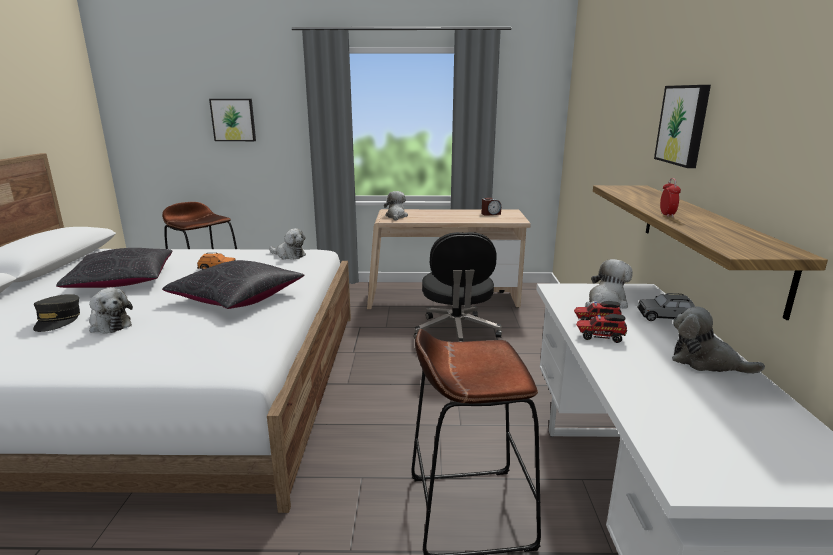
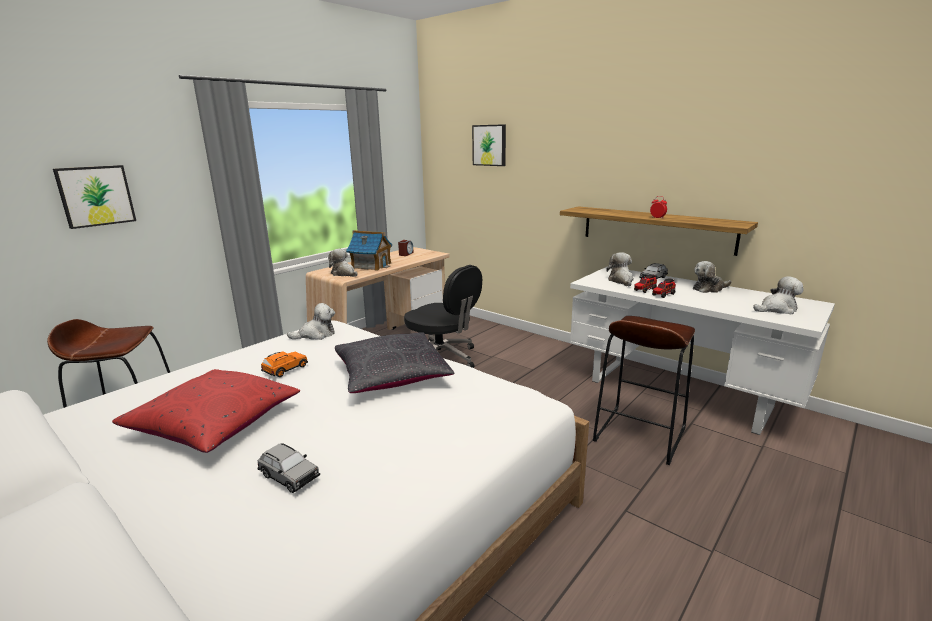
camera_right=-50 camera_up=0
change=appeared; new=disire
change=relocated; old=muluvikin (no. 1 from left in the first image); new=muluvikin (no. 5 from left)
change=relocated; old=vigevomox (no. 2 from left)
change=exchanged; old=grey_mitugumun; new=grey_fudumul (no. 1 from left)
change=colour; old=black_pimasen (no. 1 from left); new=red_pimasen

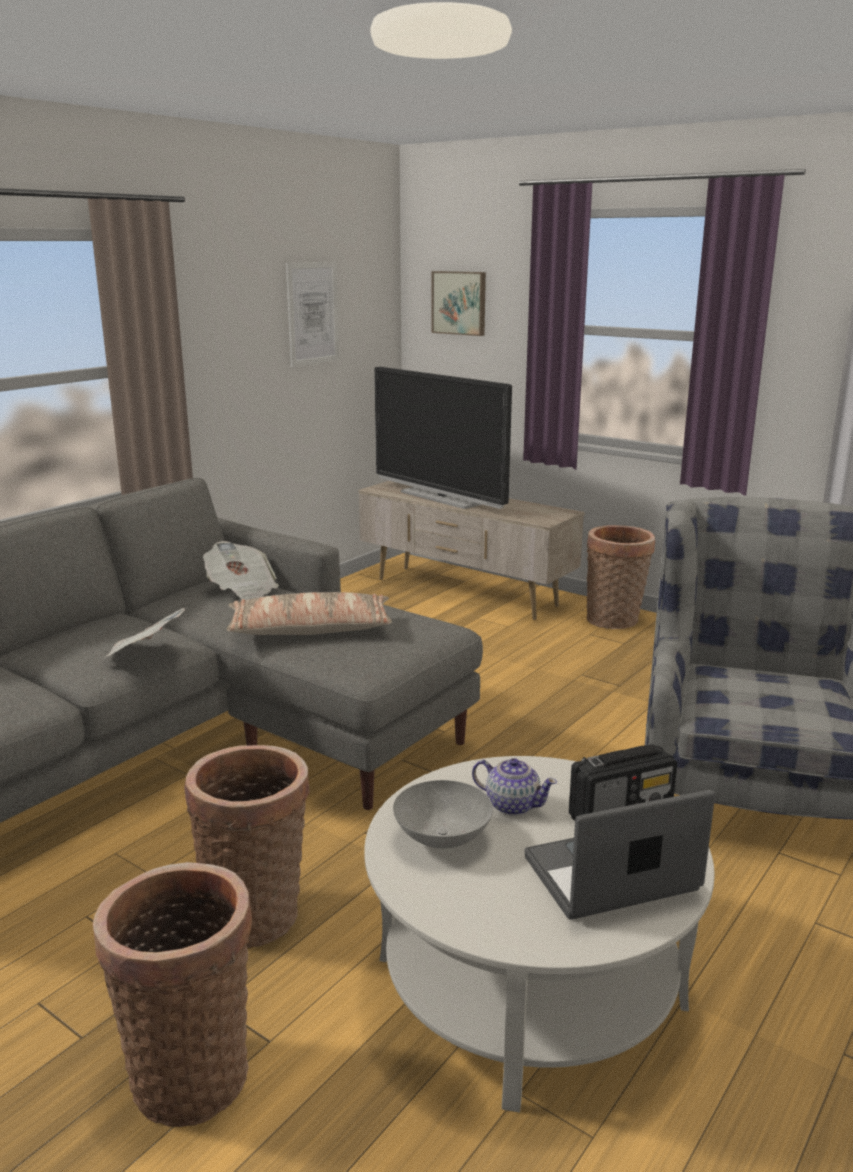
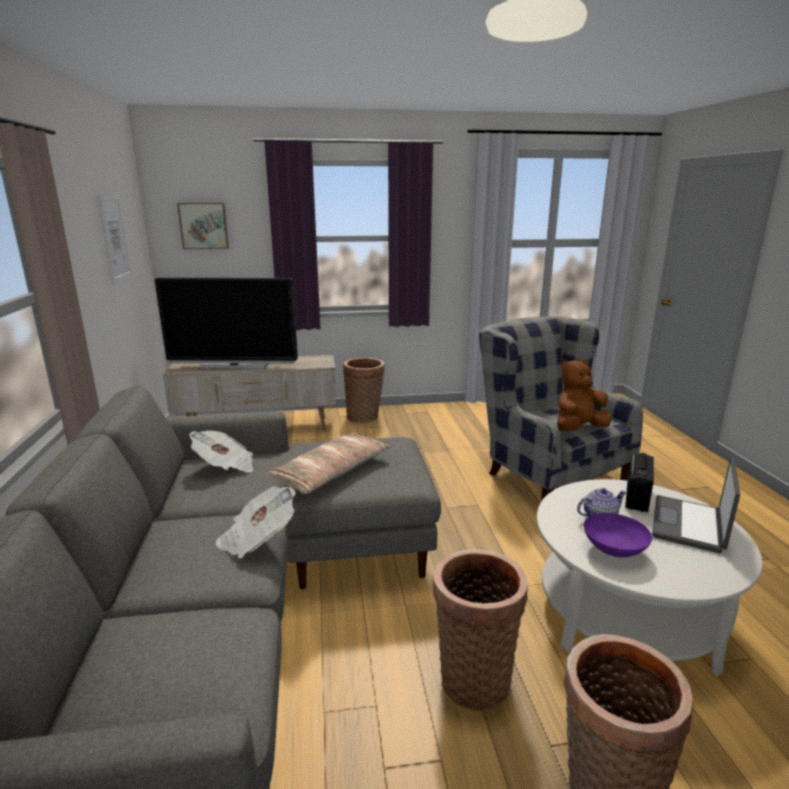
camera_right=-45 camera_up=0
change=appeared; new=brown_muluvikin
change=colour; old=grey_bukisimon; new=purple_bukisimon

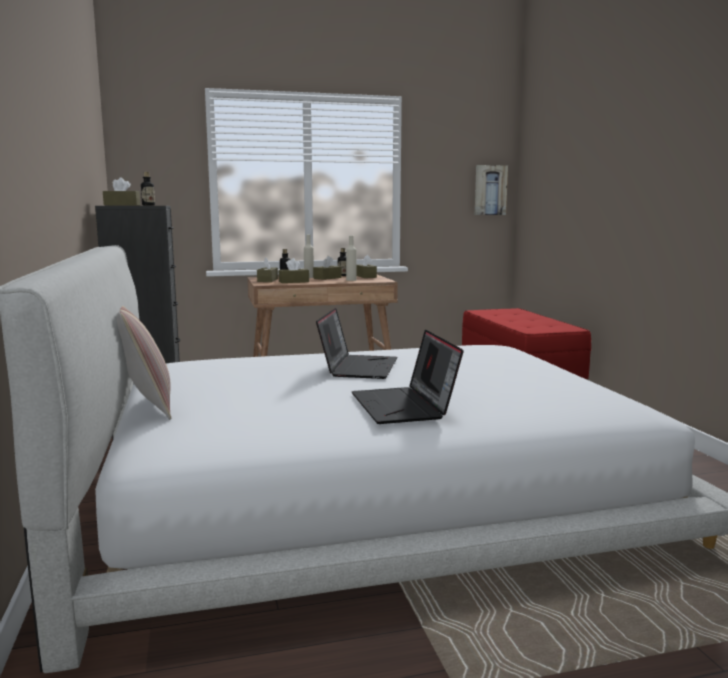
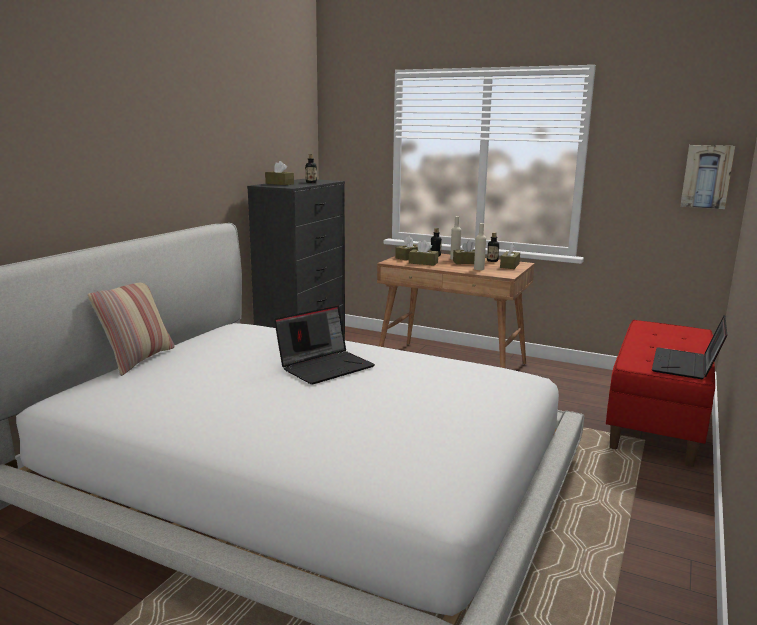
camera_right=40 camera_up=5
change=relocated; old=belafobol (no. 2 from left)

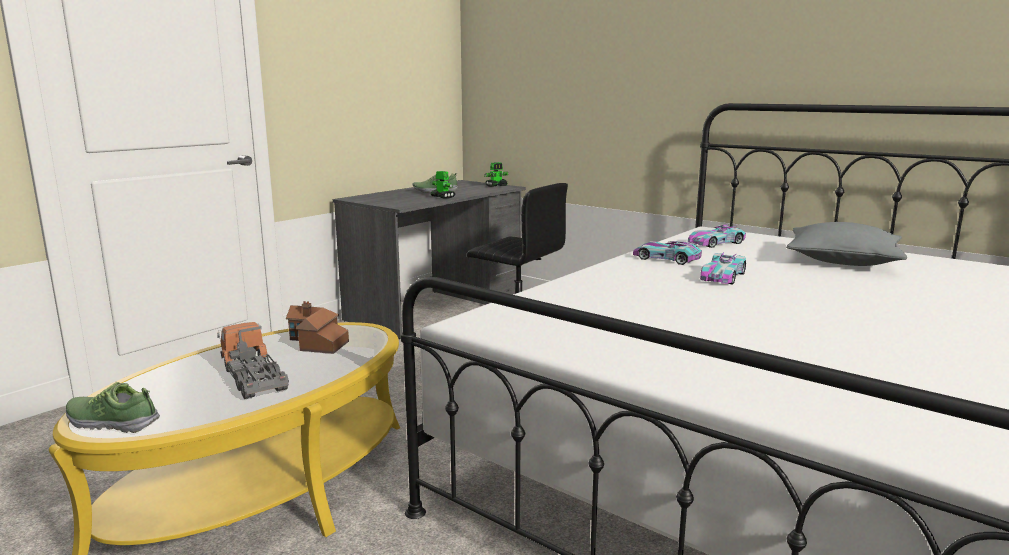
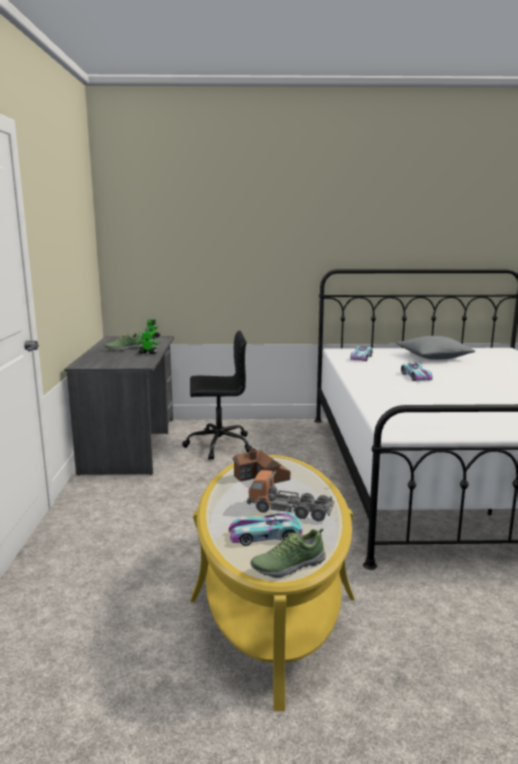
camera_right=-40 camera_up=0
change=relocated; old=fudumul (no. 1 from left)

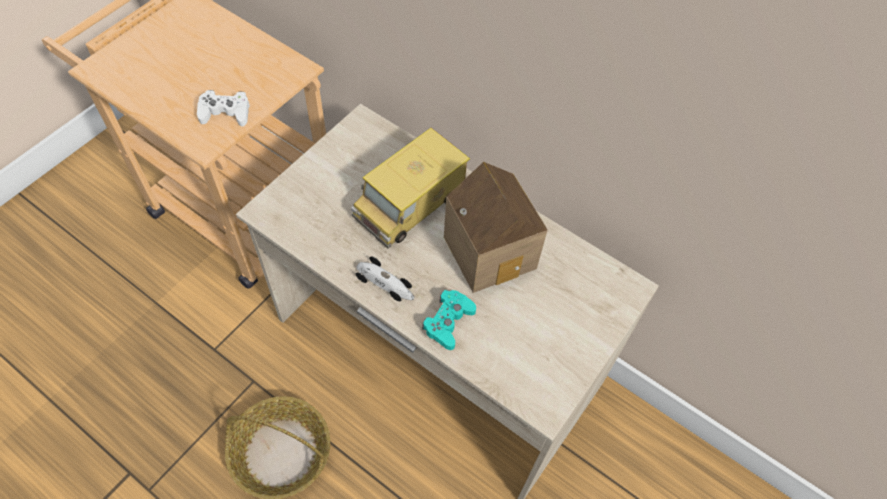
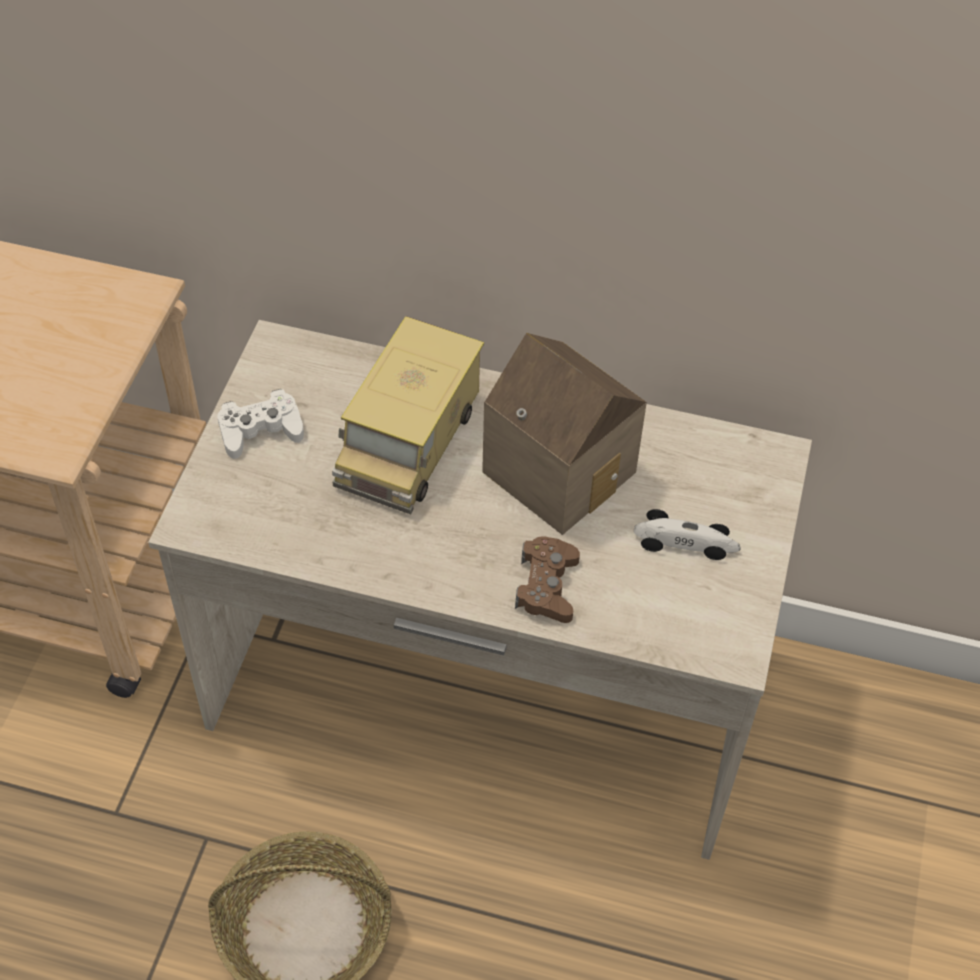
camera_right=-20 camera_up=-5
change=relocated; old=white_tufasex
change=relocated; old=fudumul
change=colour; old=turquoise_tufasex; new=brown_tufasex

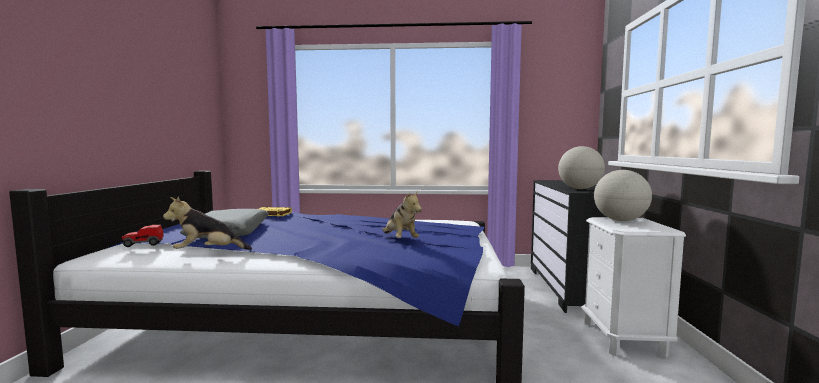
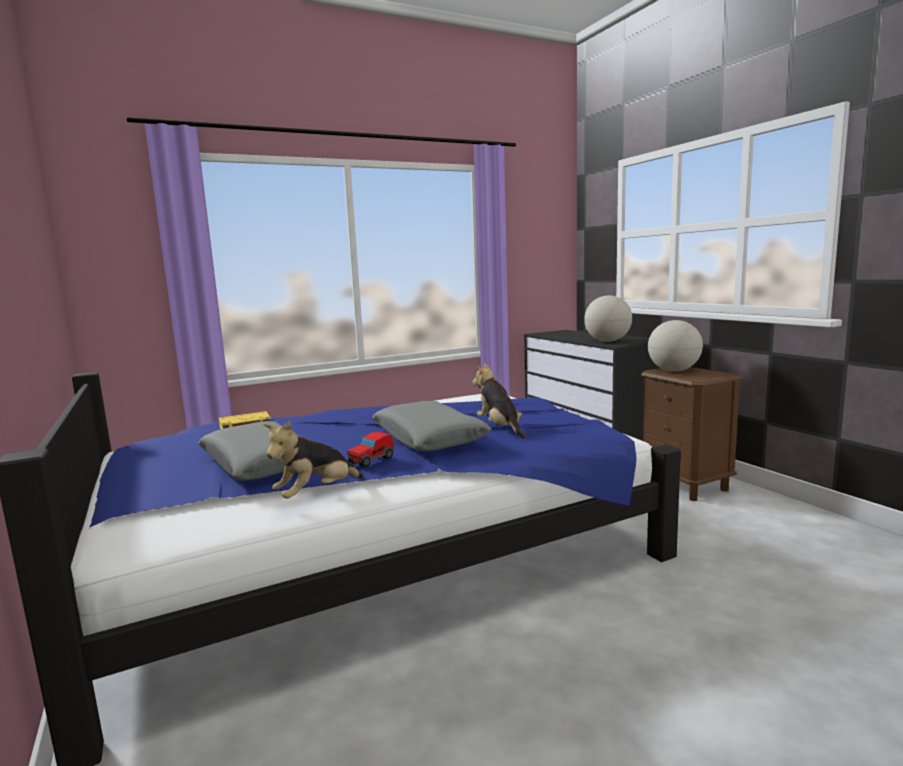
camera_right=-30 camera_up=5
change=appeared; new=grey_pimasen (no. 2 from left)
change=relocated; old=fudumul
change=colour; old=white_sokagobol; new=brown_sokagobol
change=spun; old=muluvikin (no. 2 from left); degrees=-150

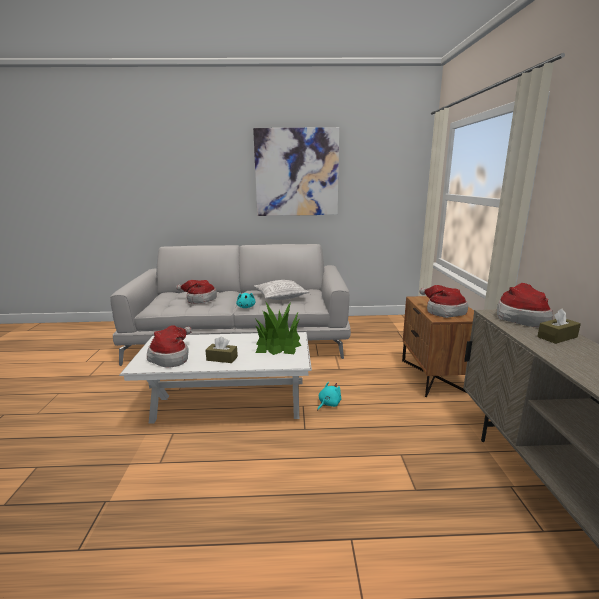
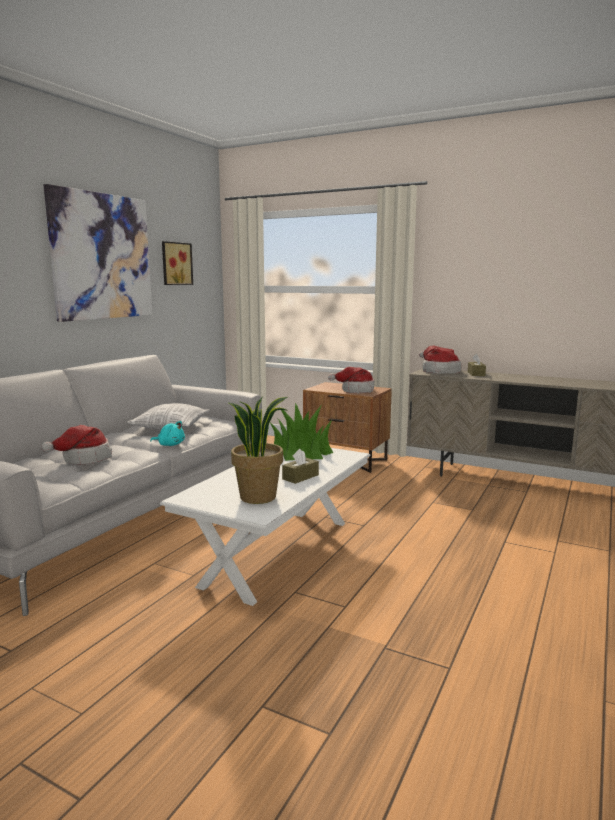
camera_right=-60 camera_up=-5
change=missing; old=turquoise_muluvikin (no. 2 from left)
change=appeared; new=vigevomox (no. 2 from left)
change=exchanged; old=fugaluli (no. 1 from left); new=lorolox (no. 1 from left)

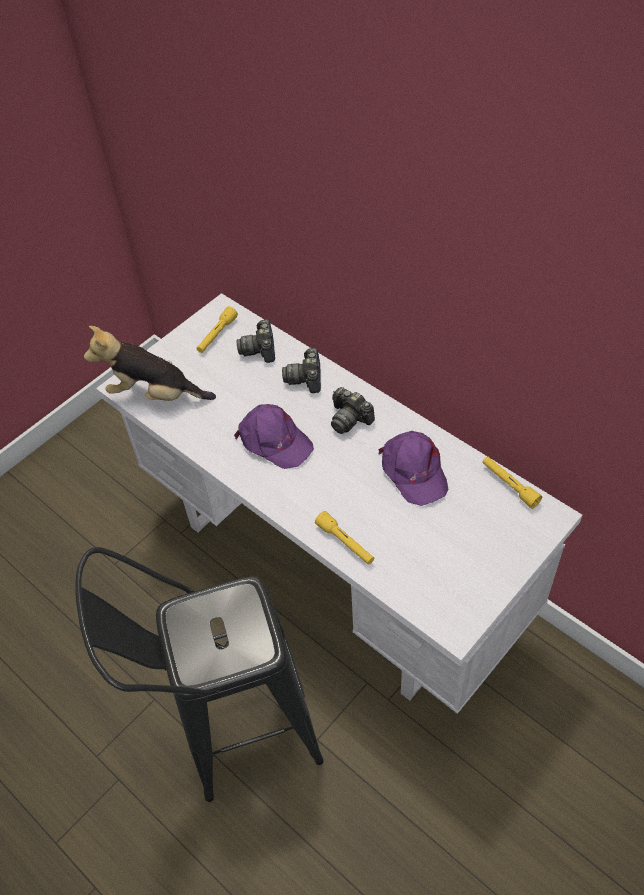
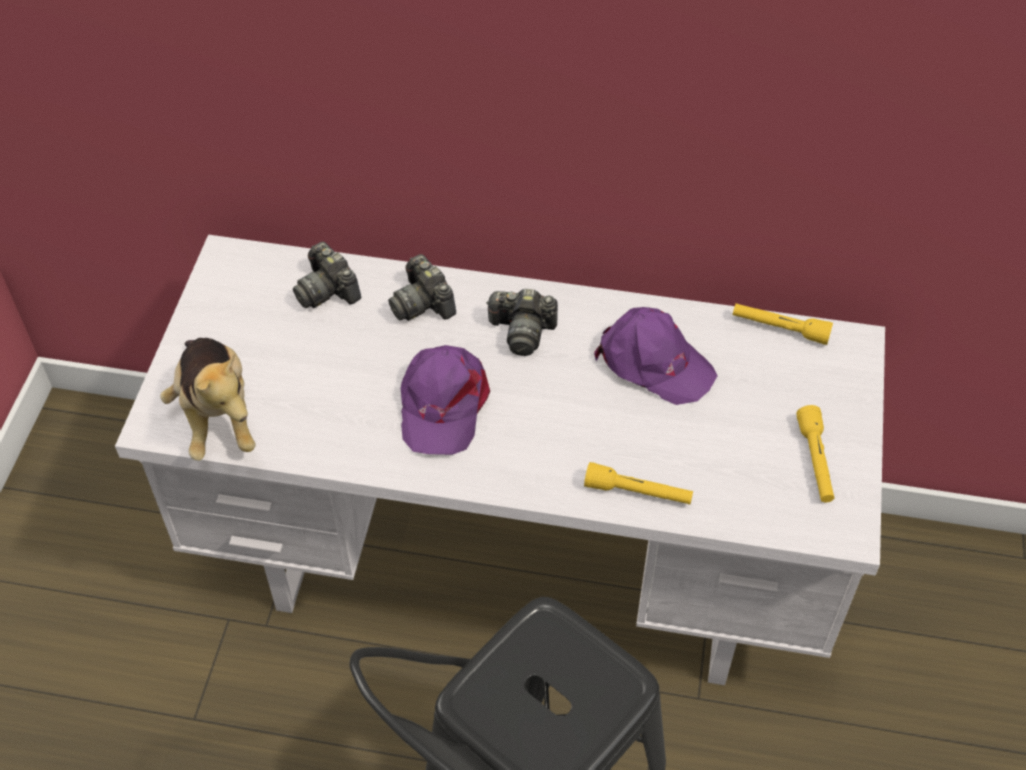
camera_right=-35 camera_up=0
change=relocated; old=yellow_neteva (no. 1 from left in the first image); new=yellow_neteva (no. 3 from left)
change=spun; old=muluvikin; degrees=-90
change=spun; old=purple_mitugumun (no. 1 from left); degrees=90

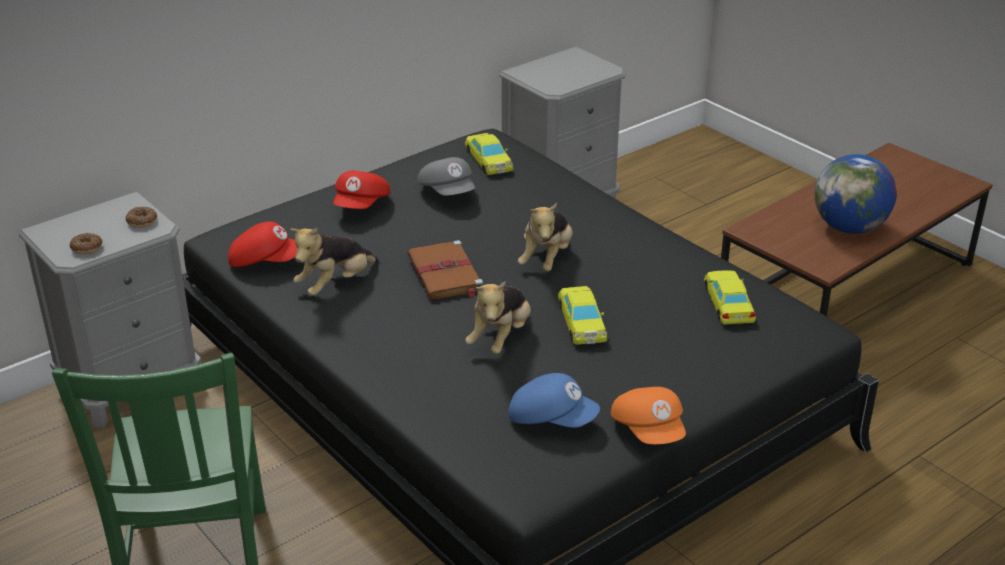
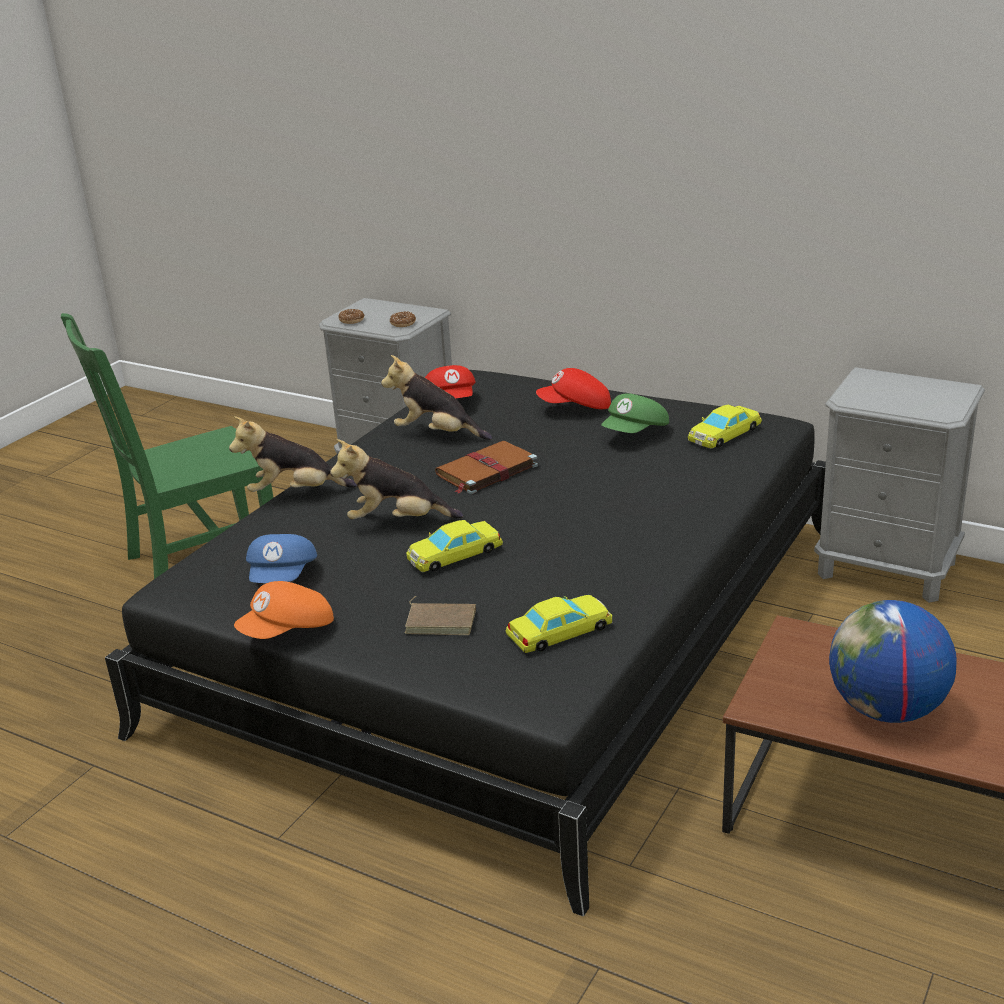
camera_right=70 camera_up=-5
change=appeared; new=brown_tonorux (no. 1 from left)
change=relocated; old=muluvikin (no. 3 from left in the first image); new=muluvikin (no. 1 from left)
change=colour; old=grey_mitugumun; new=green_mitugumun

